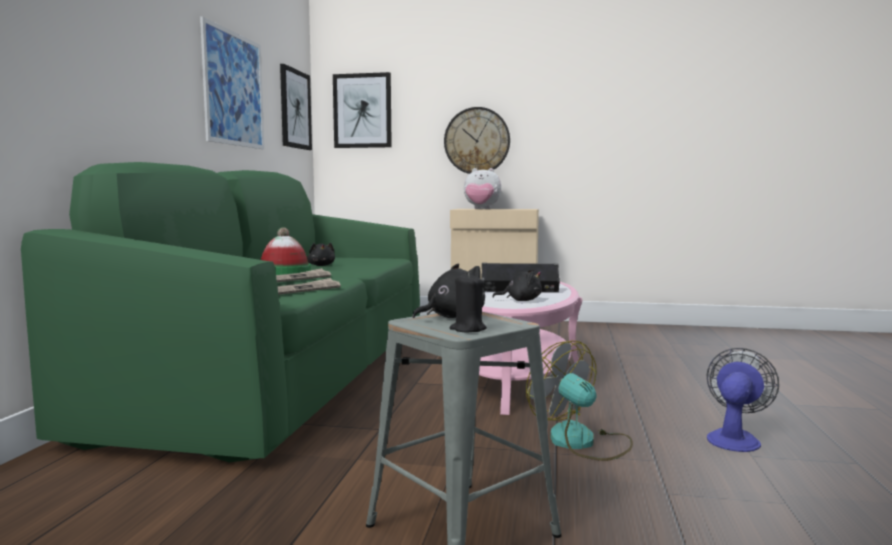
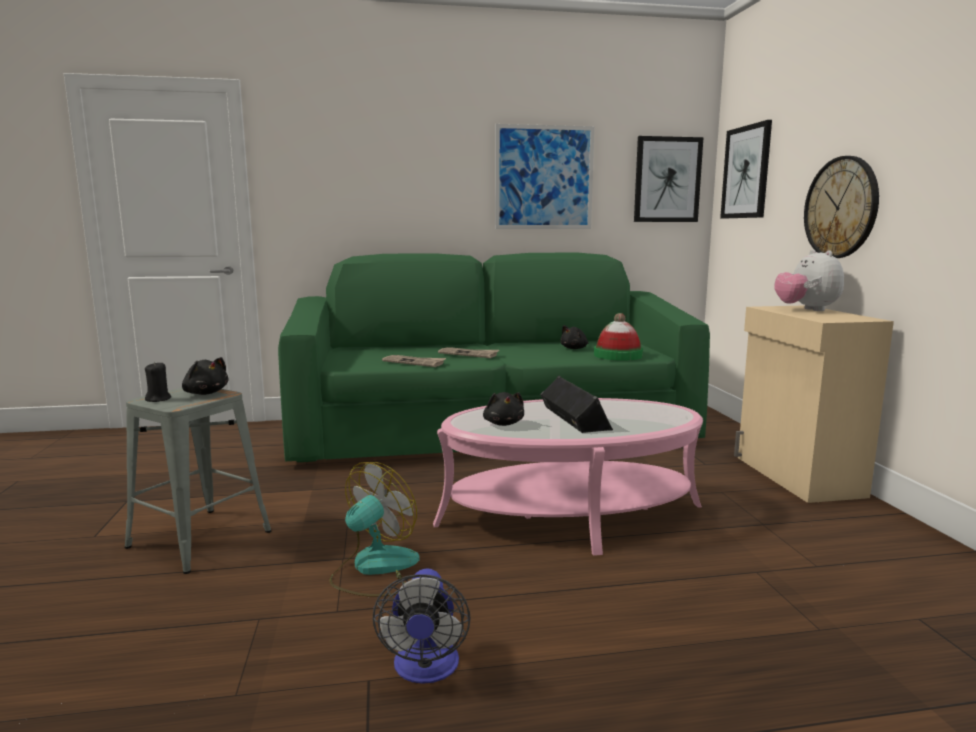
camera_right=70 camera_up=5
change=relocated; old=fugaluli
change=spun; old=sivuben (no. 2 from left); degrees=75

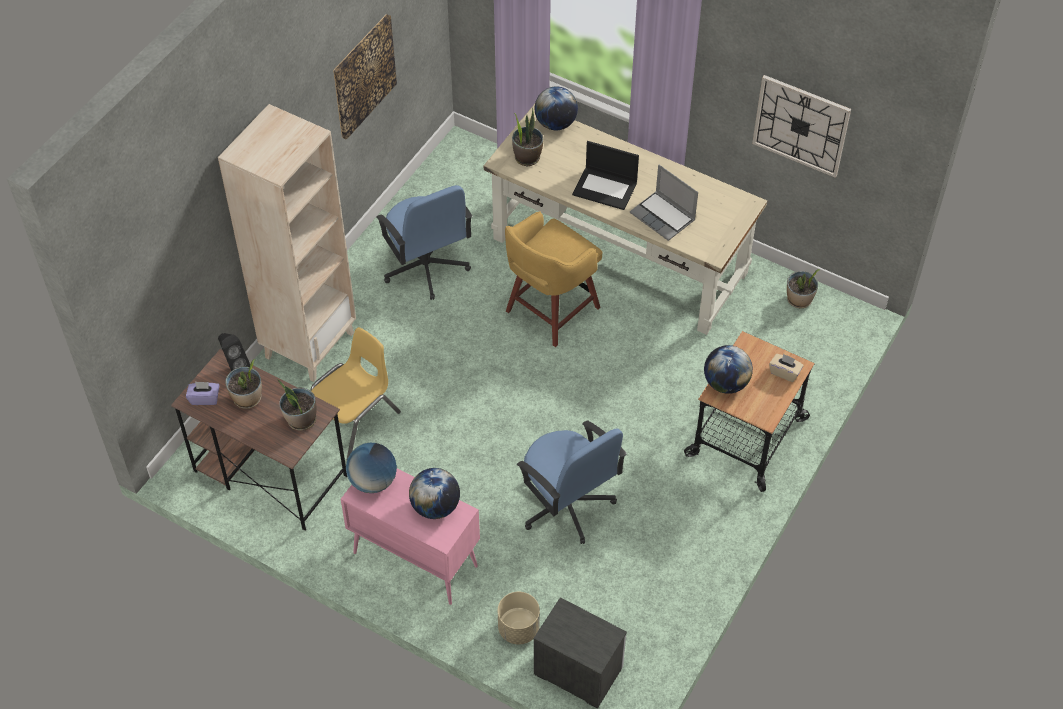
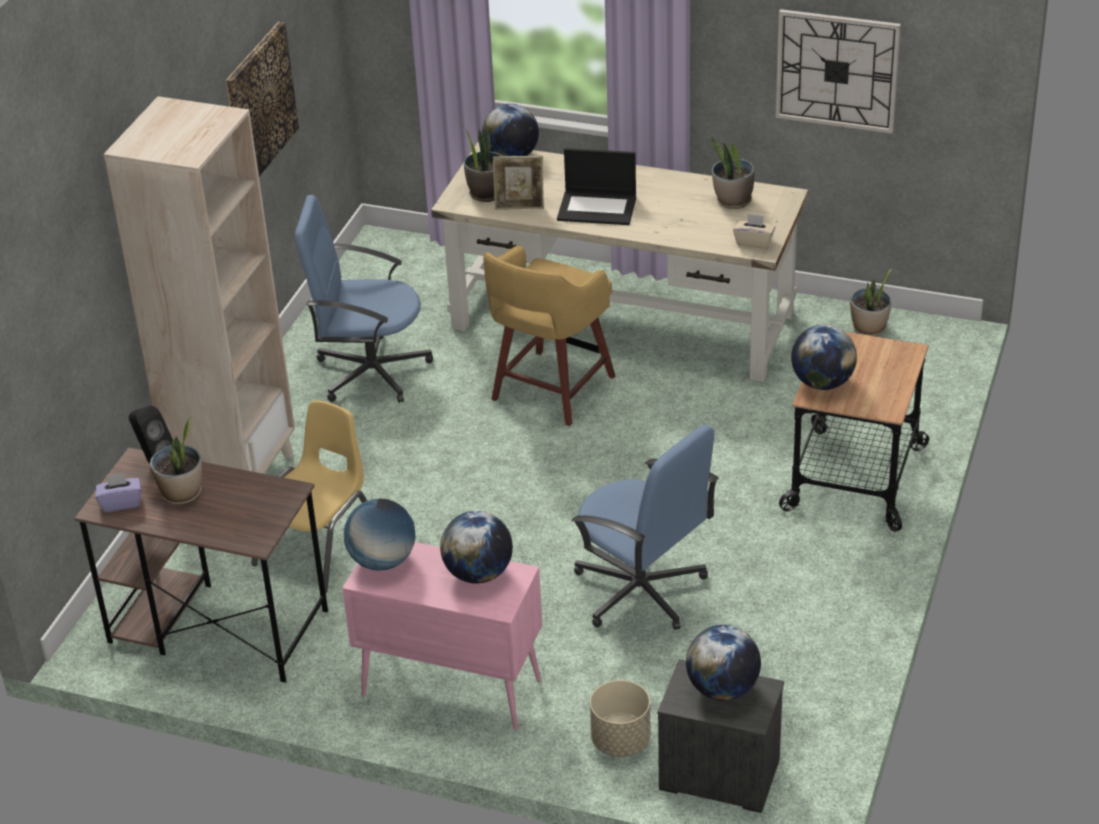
camera_right=-10 camera_up=-15
change=missing; old=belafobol (no. 2 from left)
change=appeared; new=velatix
change=appeared; new=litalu (no. 4 from left)
change=relocated; old=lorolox (no. 2 from left in the first image); new=lorolox (no. 3 from left)
change=relocated; old=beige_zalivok
change=spun; old=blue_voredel (no. 1 from left); degrees=135

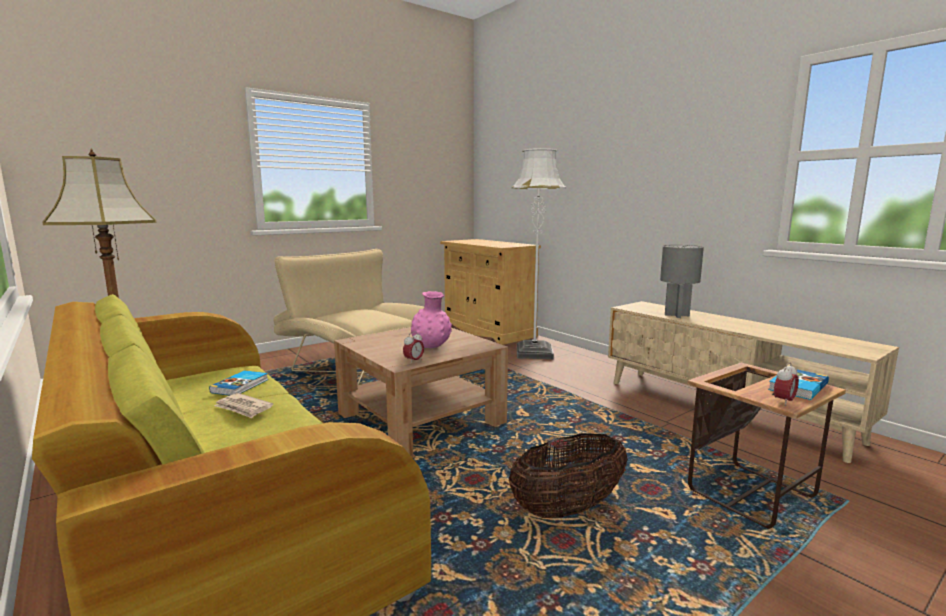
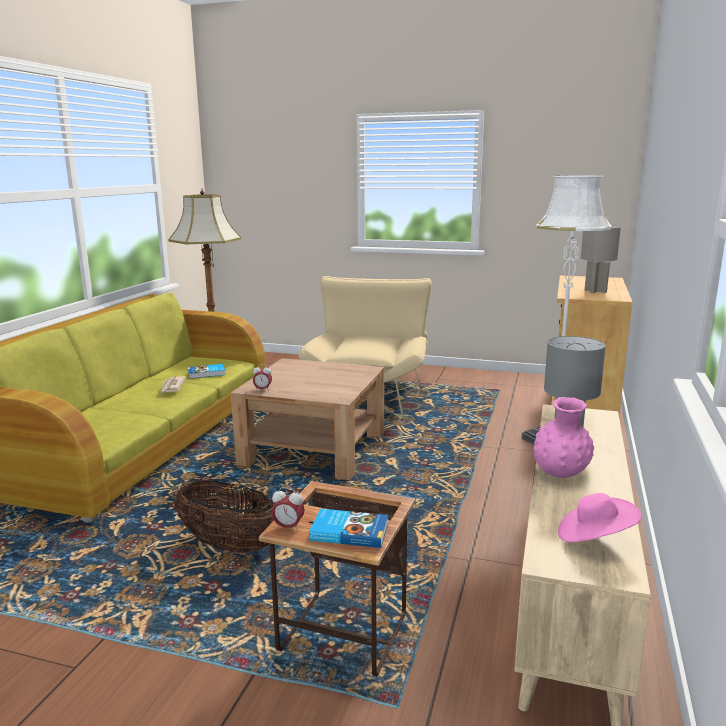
camera_right=55 camera_up=5
change=appeared; new=pink_fugaluli
change=appeared; new=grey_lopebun (no. 2 from left)
change=relocated; old=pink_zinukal

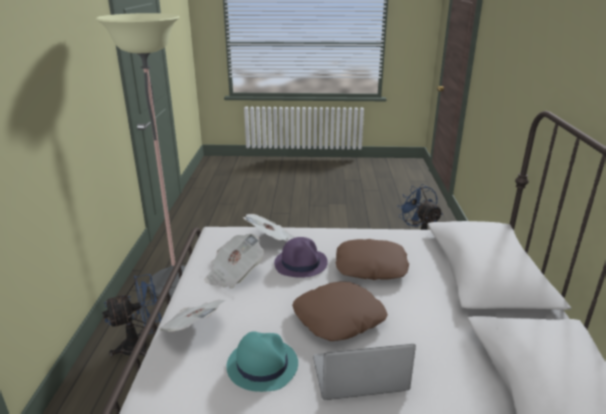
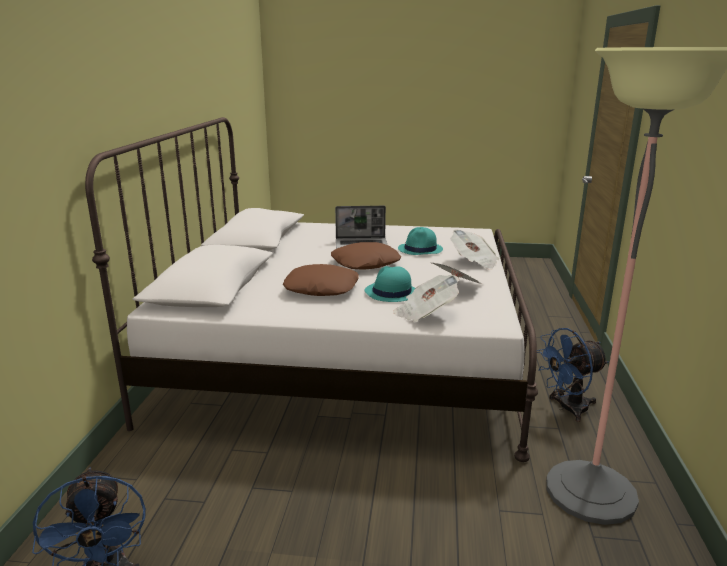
camera_right=-175 camera_up=-5
change=colour; old=purple_fugaluli; new=turquoise_fugaluli (no. 1 from left)

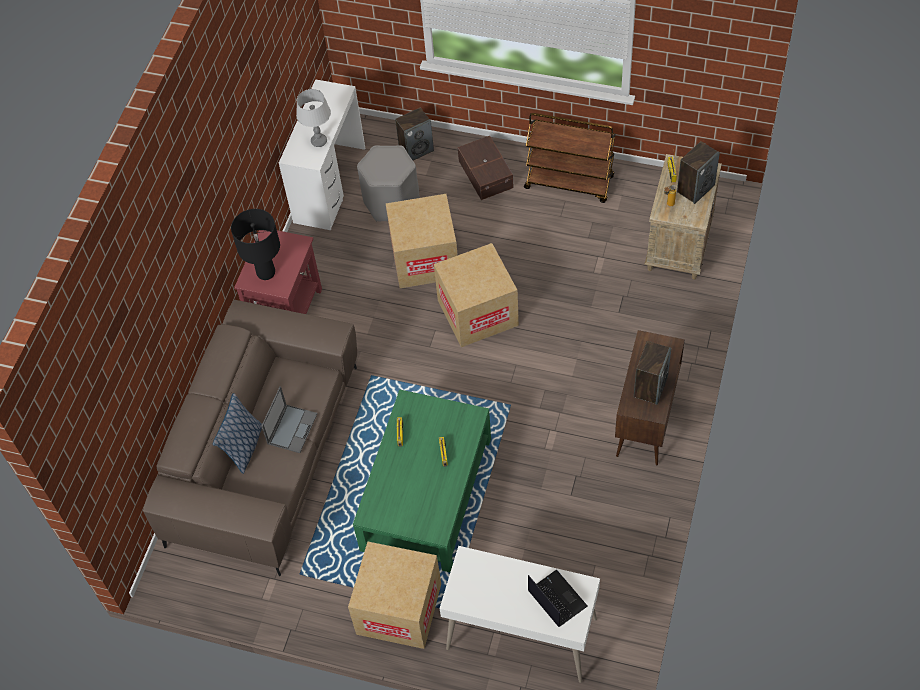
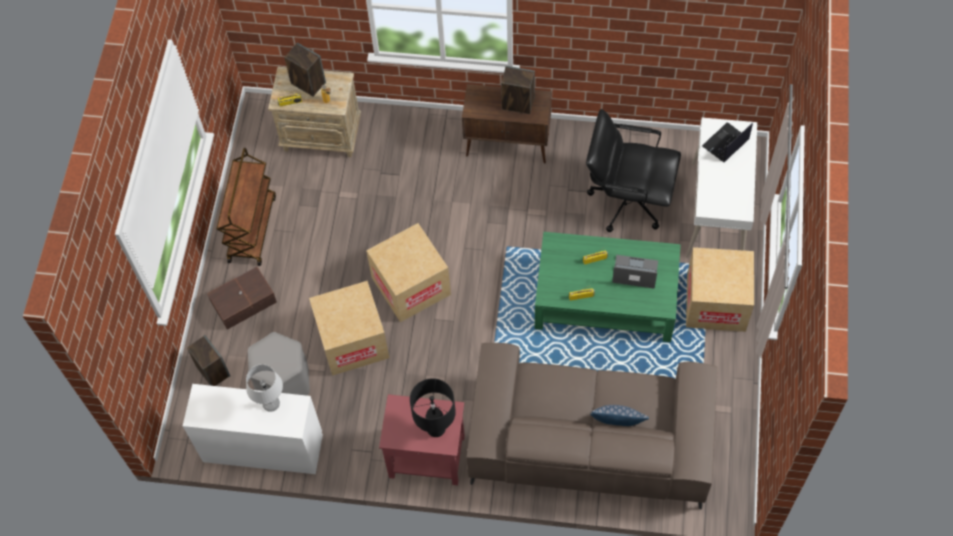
camera_right=-100 camera_up=5
change=appeared; new=black_voredel
change=relocated; old=belafobol (no. 1 from left)

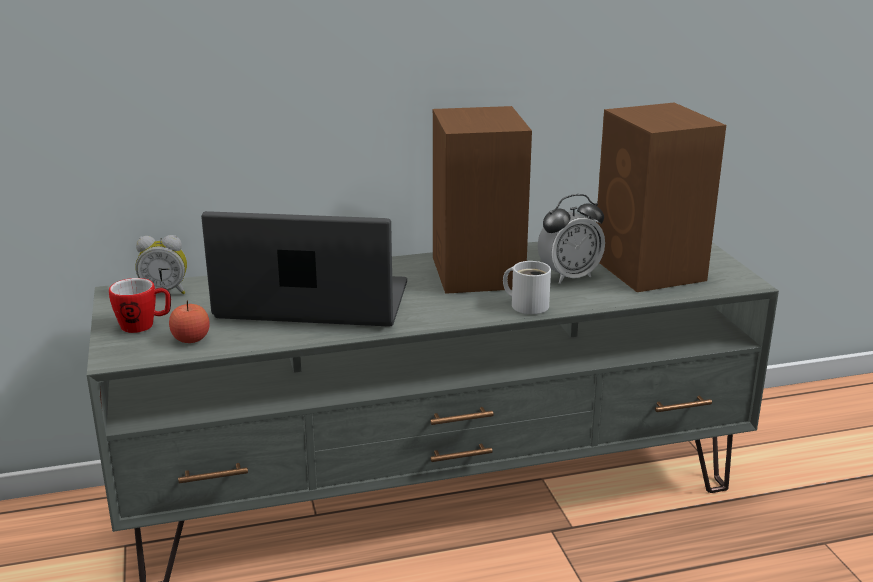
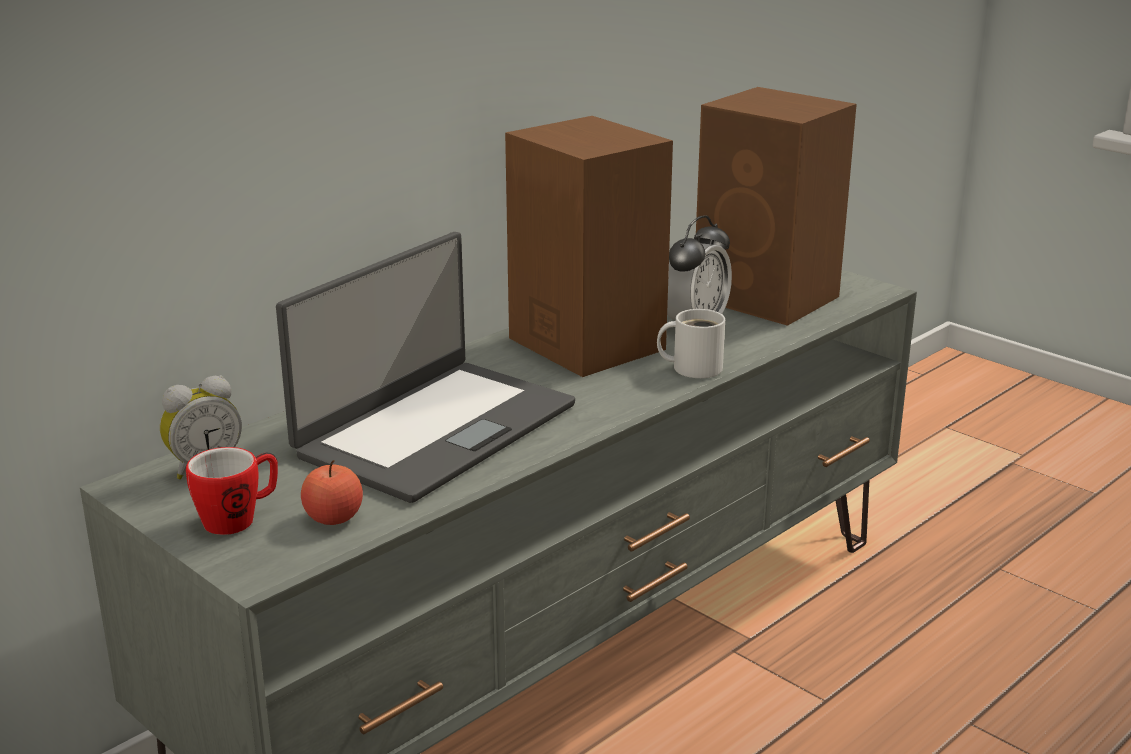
camera_right=-30 camera_up=0
change=spun; old=belafobol; degrees=150

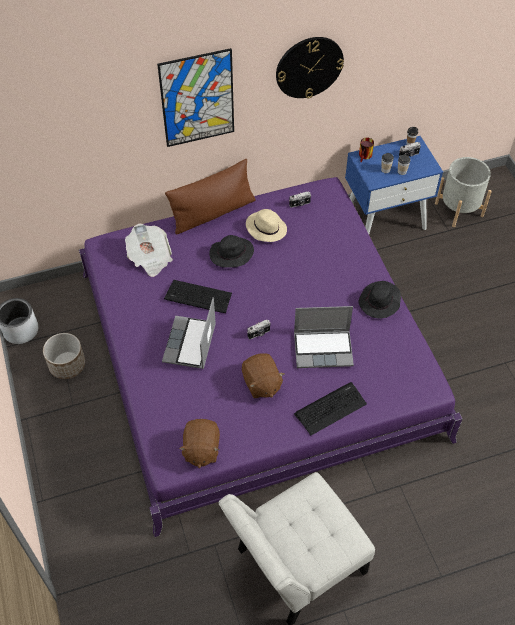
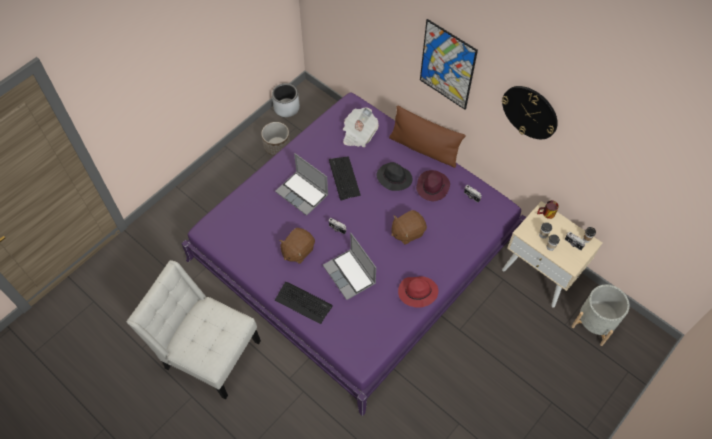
camera_right=60 camera_up=5
change=relocated; old=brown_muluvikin (no. 1 from left in the first image); new=brown_muluvikin (no. 2 from left)
change=colour; old=beige_fugaluli; new=purple_fugaluli
change=colour; old=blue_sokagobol; new=beige_sokagobol
change=colour; old=black_fugaluli (no. 2 from left); new=red_fugaluli
change=spun; old=belafobol (no. 1 from left); degrees=-120

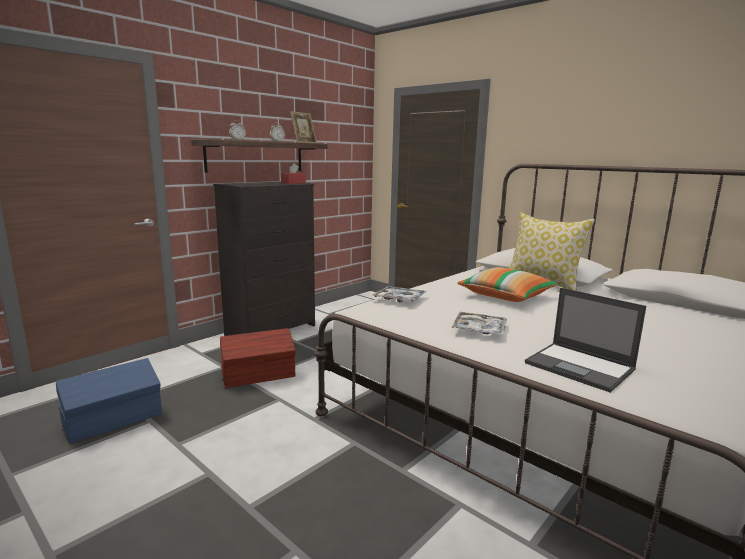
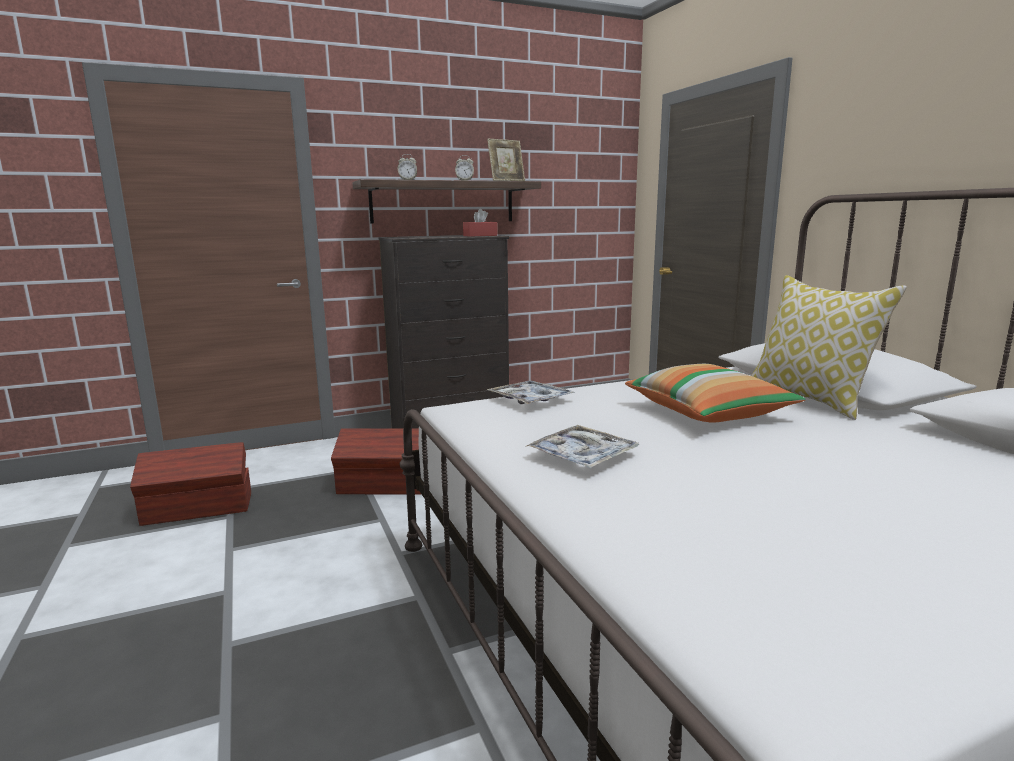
camera_right=25 camera_up=0
change=missing; old=belafobol
change=colour; old=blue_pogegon; new=brown_pogegon (no. 1 from left)

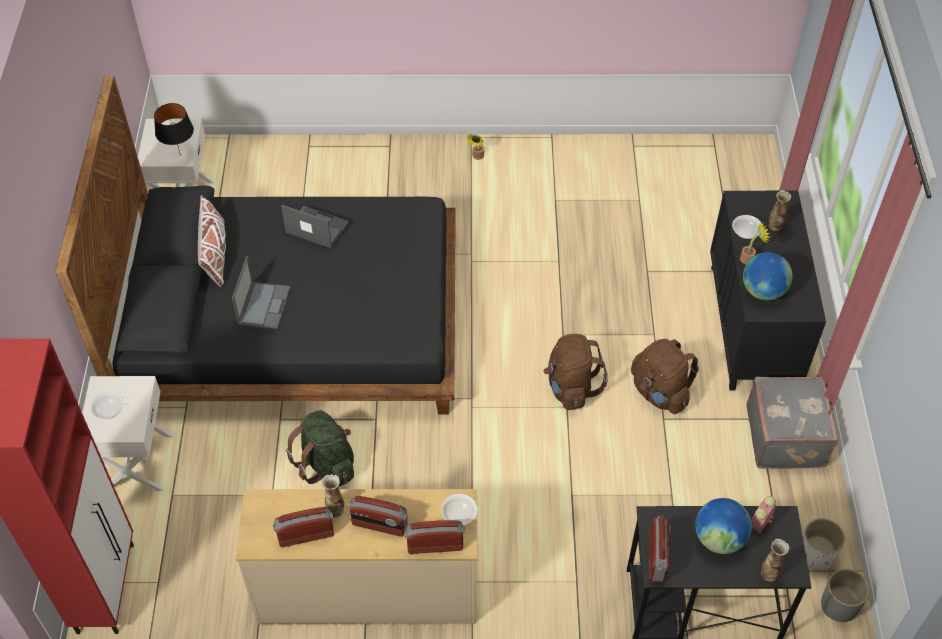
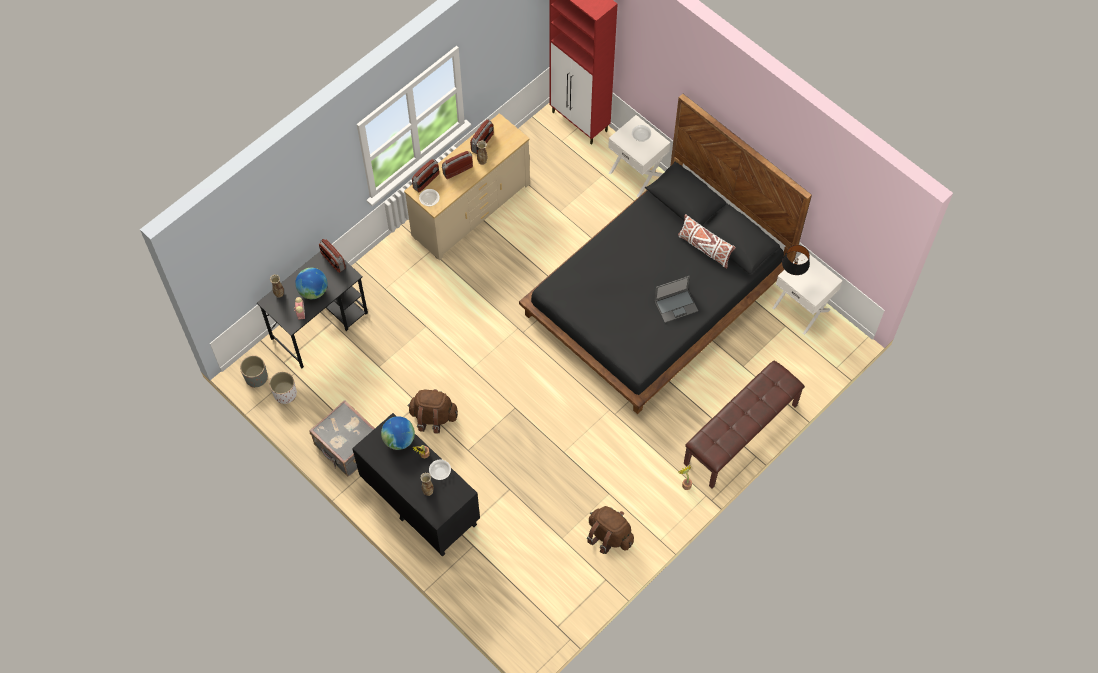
camera_right=135 camera_up=10
change=missing; old=belafobol (no. 1 from left)
change=missing; old=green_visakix
change=appeared; new=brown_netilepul
change=relocated; old=brown_visakix (no. 1 from left in the first image); new=brown_visakix (no. 2 from left)

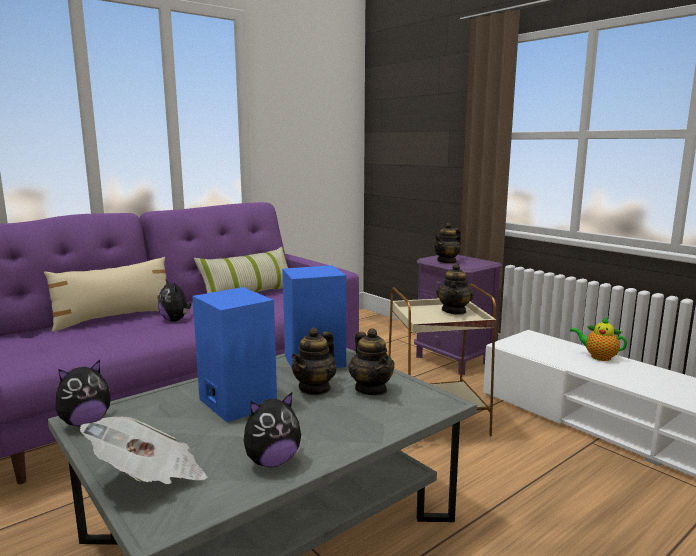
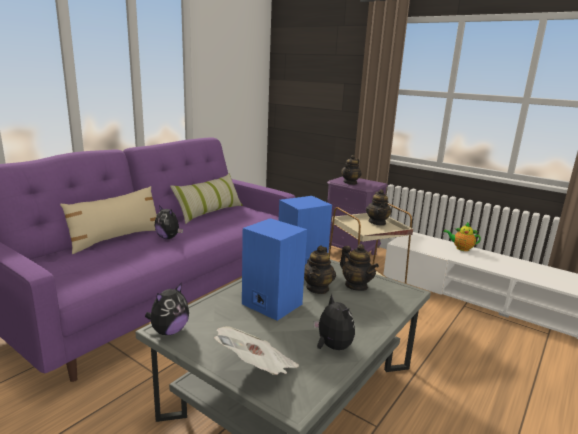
camera_right=-15 camera_up=5
change=spun; old=muluvikin (no. 3 from left); degrees=-75

